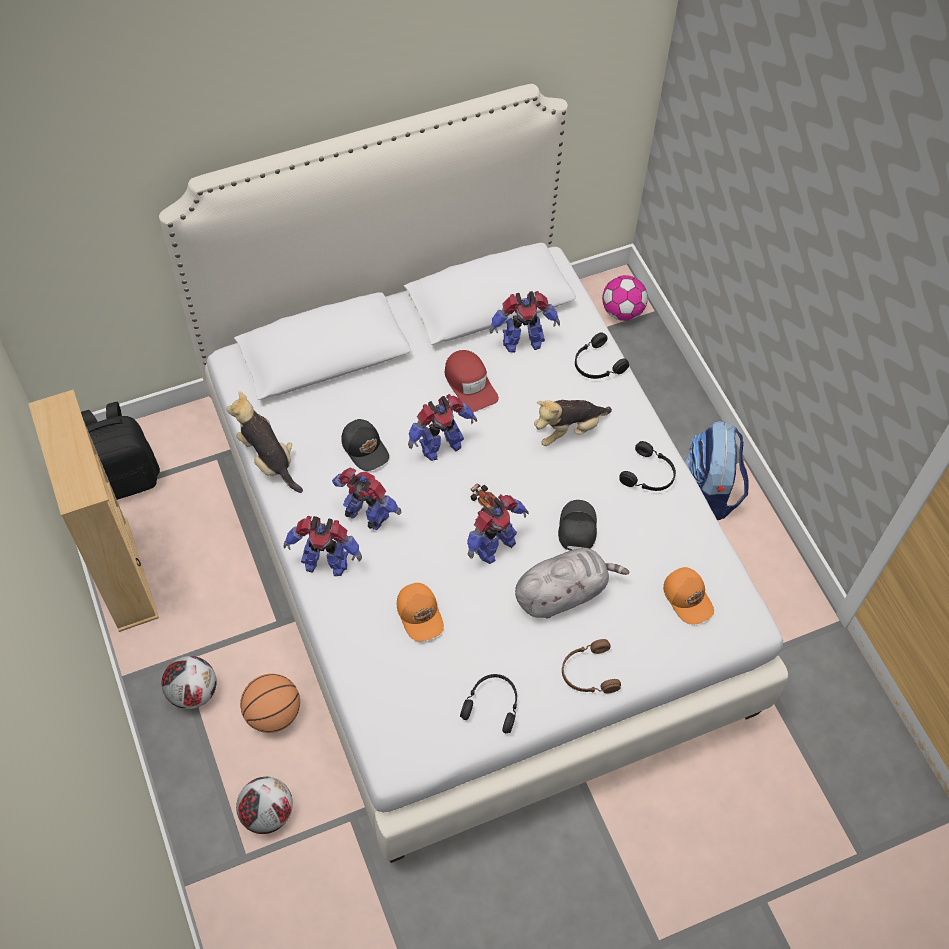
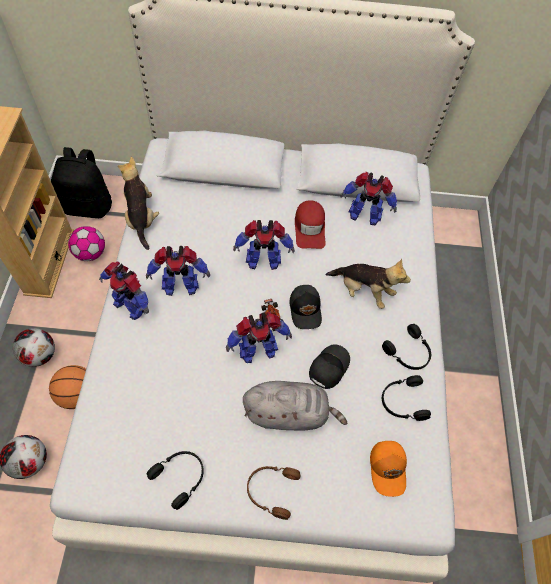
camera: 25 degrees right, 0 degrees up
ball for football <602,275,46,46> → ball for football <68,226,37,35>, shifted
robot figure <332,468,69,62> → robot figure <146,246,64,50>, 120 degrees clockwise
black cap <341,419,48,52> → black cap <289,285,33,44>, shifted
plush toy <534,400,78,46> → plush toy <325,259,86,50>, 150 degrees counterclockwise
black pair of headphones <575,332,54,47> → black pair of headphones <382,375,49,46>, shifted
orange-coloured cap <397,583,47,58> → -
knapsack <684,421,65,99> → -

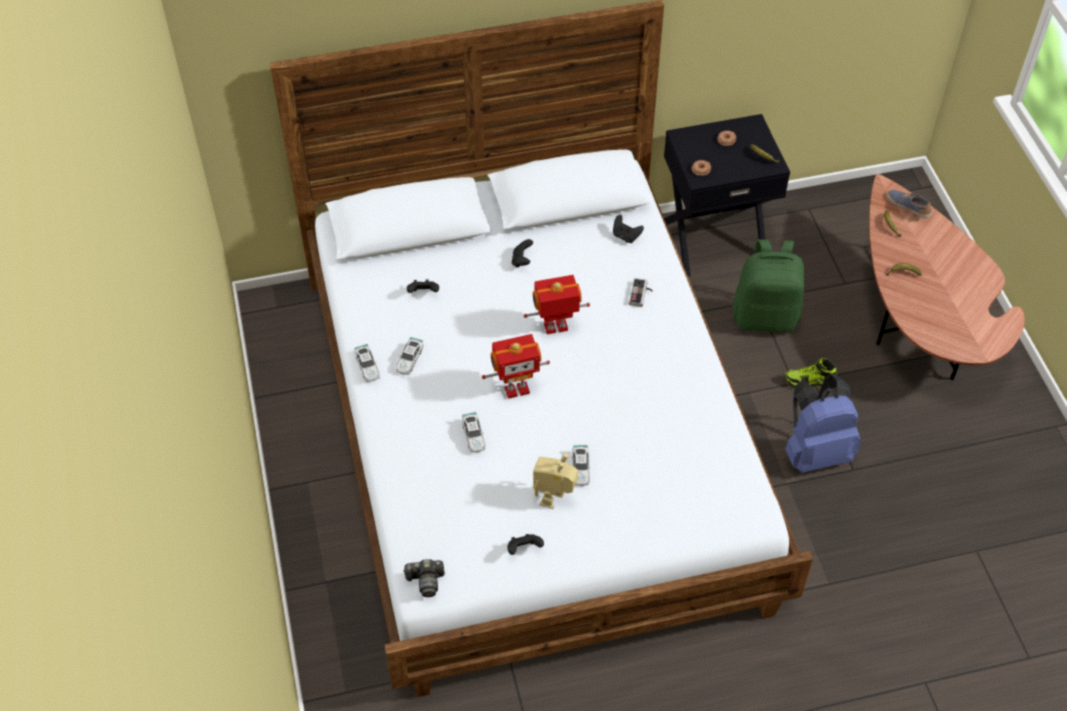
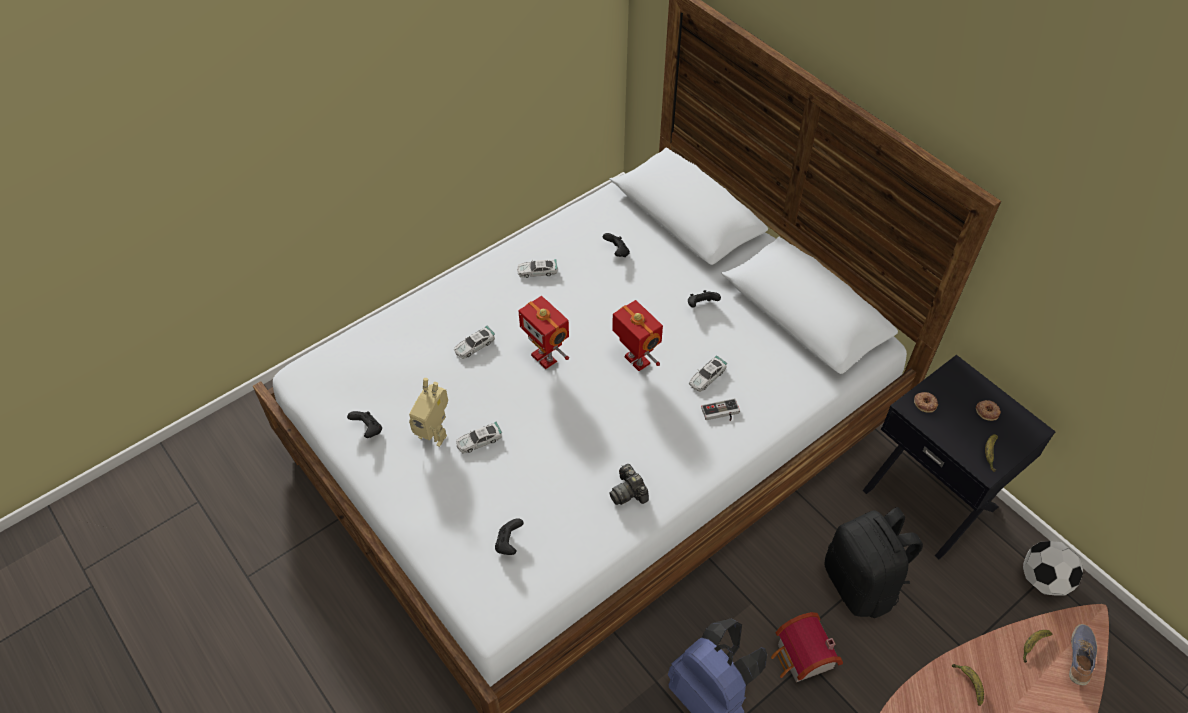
camera: 65 degrees right, 0 degrees up
robot figure <533,453,45,56> → robot figure <409,378,39,69>, 150 degrees counterclockwise
black gamepad <613,215,31,28> → black gamepad <495,518,29,37>, shifted
still camera <403,559,42,38> → still camera <609,464,40,41>, shifted
toy car <354,344,26,38> → toy car <689,355,38,37>, shifted
low shoe <784,358,53,31> → miniature house <771,612,72,70>
green knapsack <733,239,71,93> → black knapsack <824,507,99,111>
- → ball for football <1023,541,60,54>

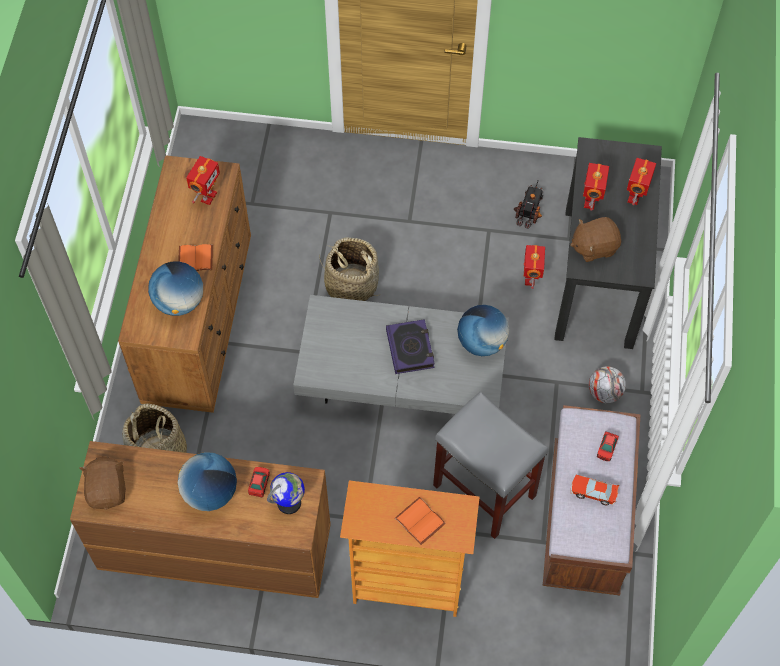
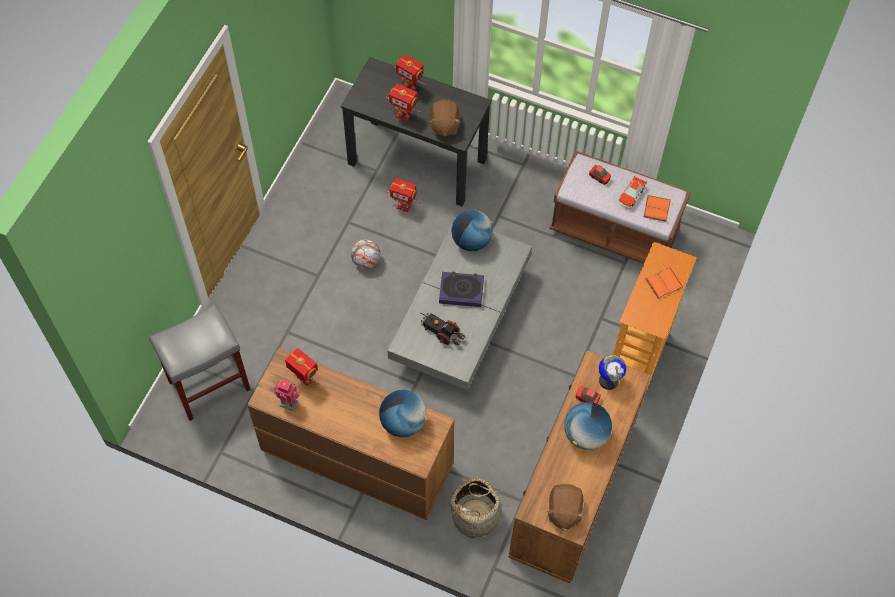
camera: 75 degrees left, 0 degrees up
greyish sitting stool <433,391,116,148> → greyish sitting stool <149,305,102,116>, shifted
- → robot figure <274,379,26,32>
ball for football <589,366,37,37> → ball for football <351,239,30,30>, shifted
toy truck <514,180,30,49> → toy truck <421,313,44,32>, shifted
brown-coloured plush toy <79,456,47,54> → brown-coloured plush toy <547,484,37,47>, 90 degrees counterclockwise
orange-coloured volume <178,244,35,27> → orange-coloured volume <643,195,28,27>, shifted
basket <319,237,61,64> → -

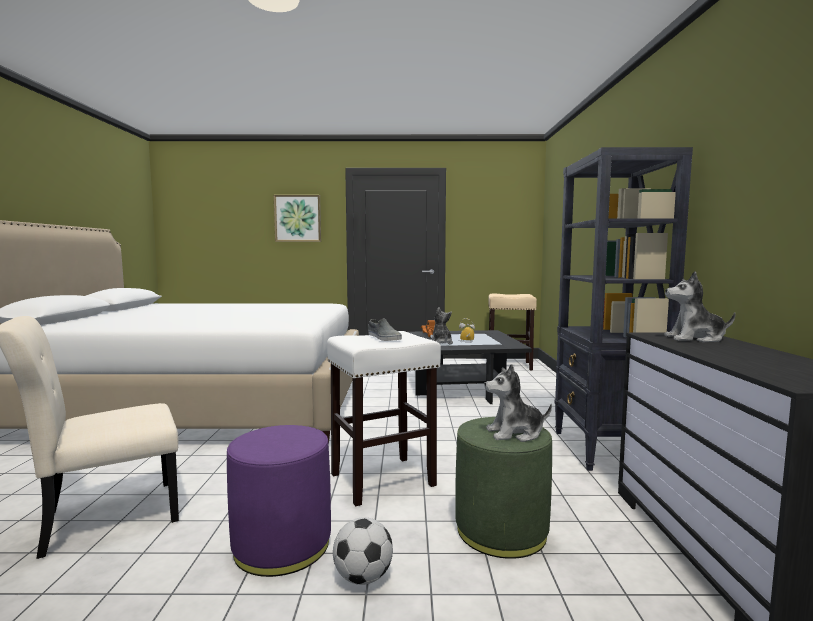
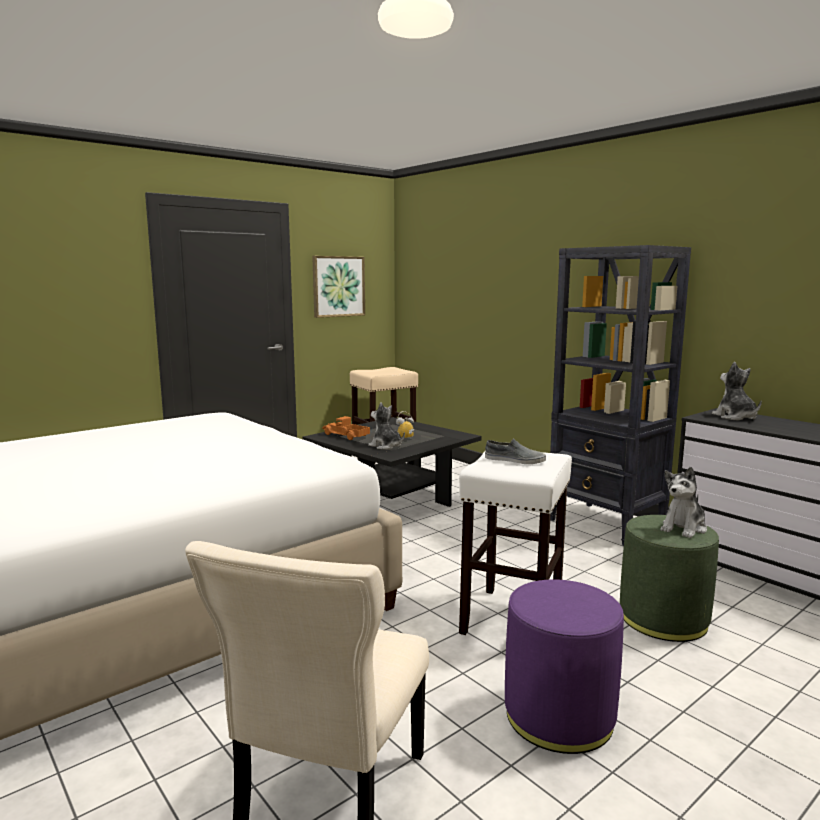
camera: 40 degrees left, 5 degrees up
wall picture <274,195,47,47> → wall picture <312,256,53,62>, shifted
plush toy <664,271,72,72> → plush toy <712,362,50,59>, 105 degrees clockwise
ball for football <333,517,60,68> → -

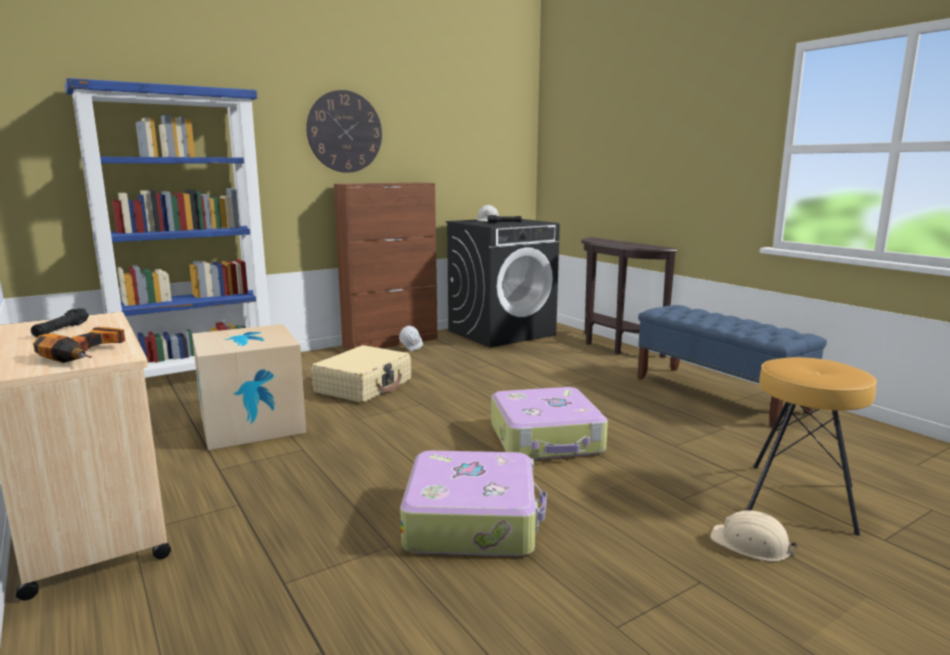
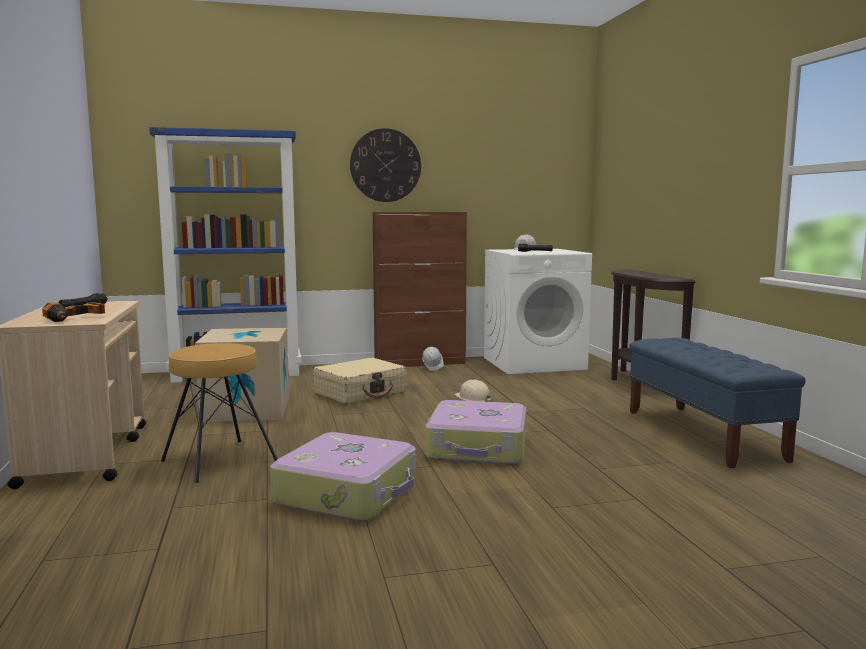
camera: 20 degrees right, 5 degrees down
brown-coloured sitting stool <746,357,131,179> → brown-coloured sitting stool <161,343,117,140>, shifted
beige work helmet <710,510,88,52> → beige work helmet <454,380,38,22>, shifted
black washing machine <446,219,114,129> → white washing machine <484,249,108,125>

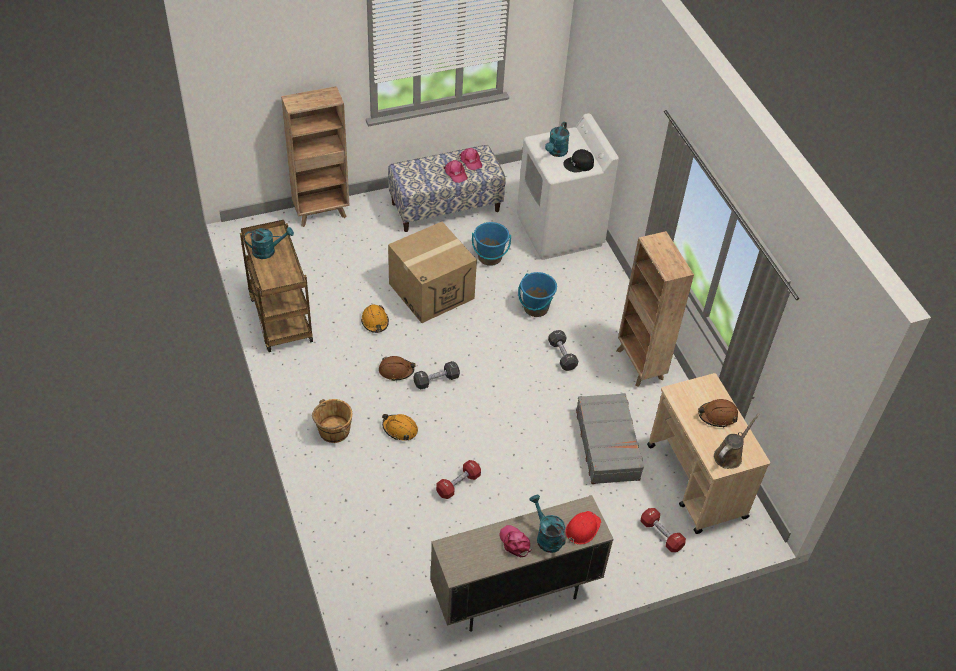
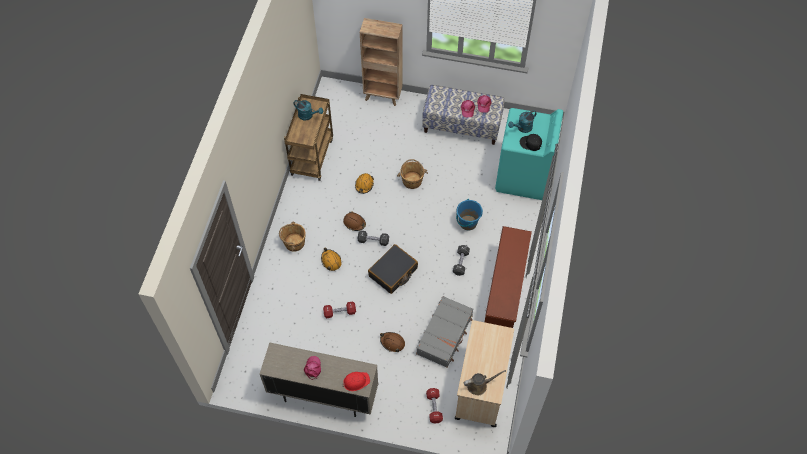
camera: 35 degrees right, 10 degrees up
- → black travel case <368,244,50,50>
brown-coloured work helmet <698,399,40,29> → brown-coloured work helmet <380,332,25,20>, shifted
cardboard box <388,222,89,101> → brown-coloured water bucket <397,159,31,30>
brown-coloured bookcase <616,231,78,156> → brown-coloured shoe stand <485,226,47,102>
white washing machine <517,113,102,147> → blue-green washing machine <495,108,68,92>
blue-coloured water bucket <472,222,39,44> → -
blue-green watering pot <530,495,36,58> → -

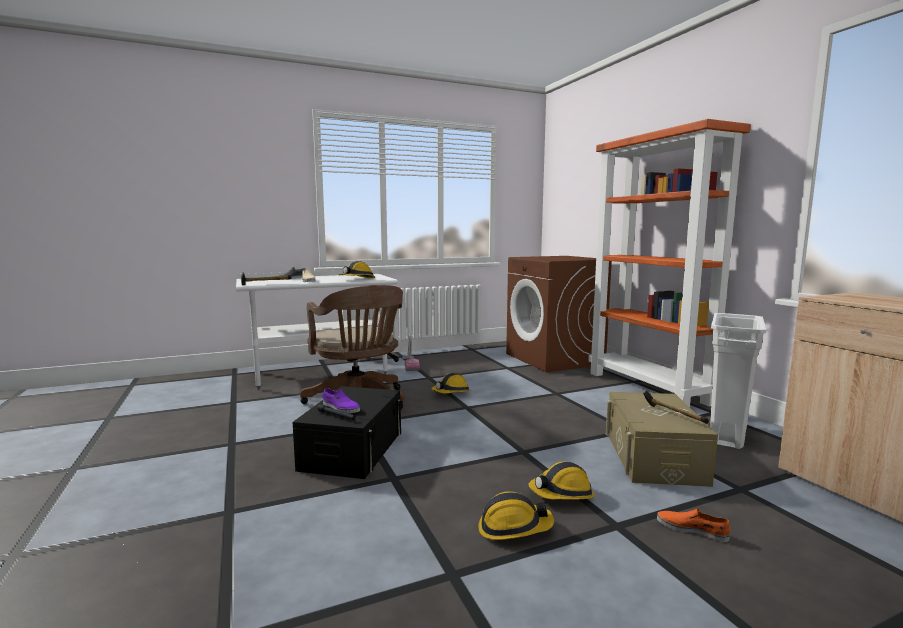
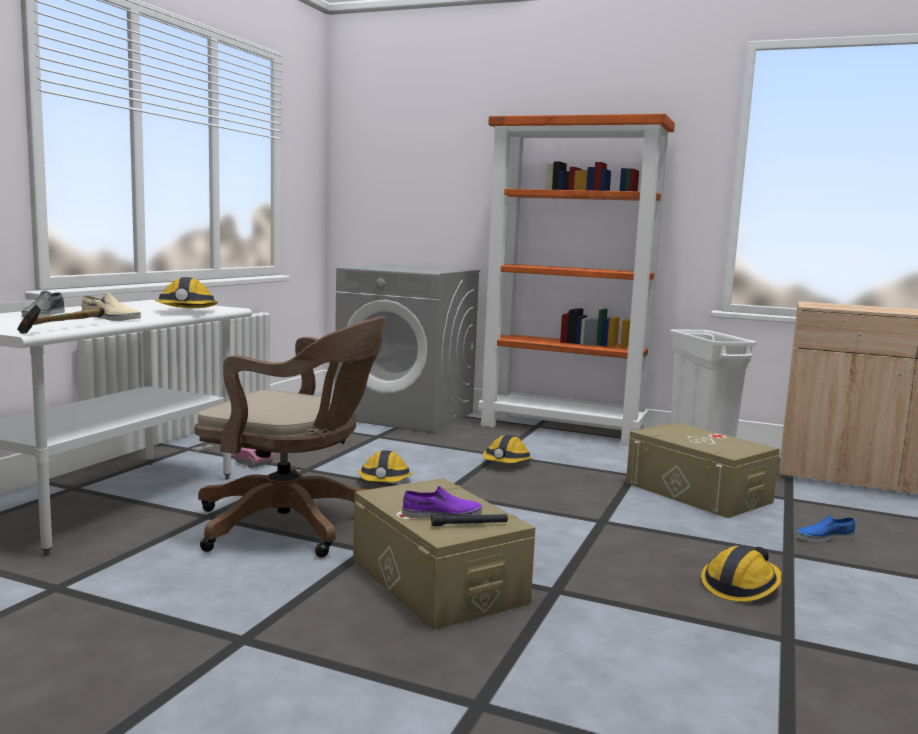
camera: 45 degrees left, 0 degrees up
brown-coloured washing machine <506,256,106,117> → greyish washing machine <335,264,145,169>
black storage bin <293,386,108,93> → beige storage bin <353,478,182,152>
work helmet <529,461,66,39> → work helmet <483,435,50,28>, shifted
orange-coloured low shoe <657,508,73,34> → blue-coloured low shoe <796,515,60,27>
hammer <643,390,66,34> → -

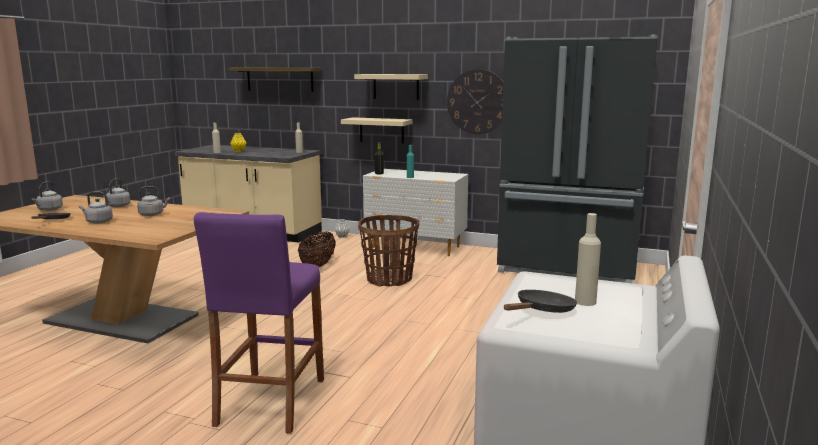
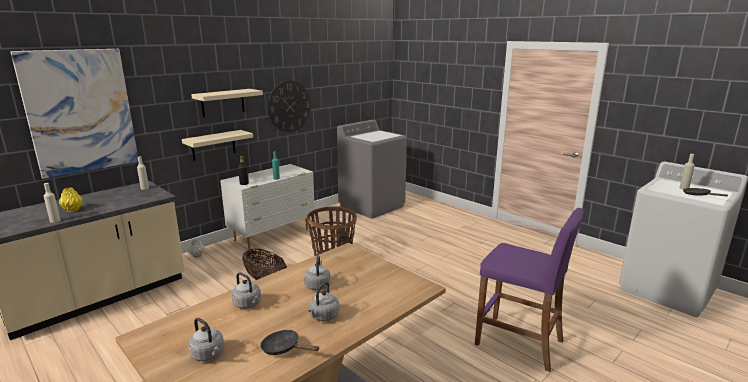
camera: 65 degrees left, 5 degrees up
wall shelf <229,68,92,24> → wall picture <10,49,128,130>
black refrigerator <497,35,161,248> → greyish washing machine <337,120,70,99>

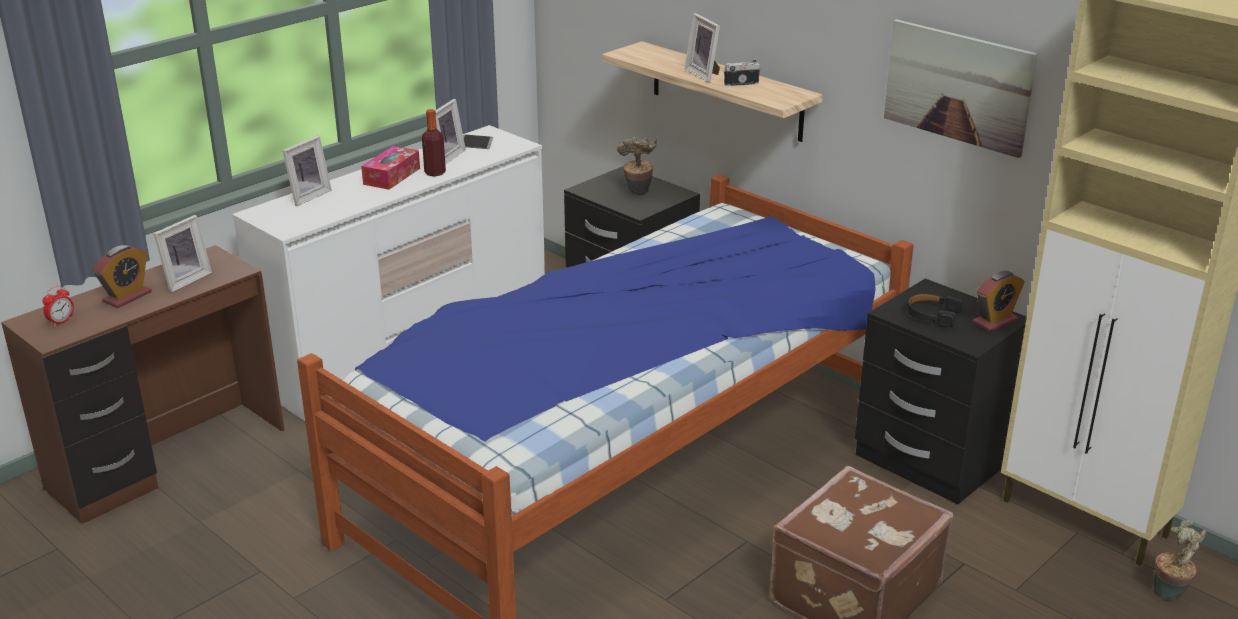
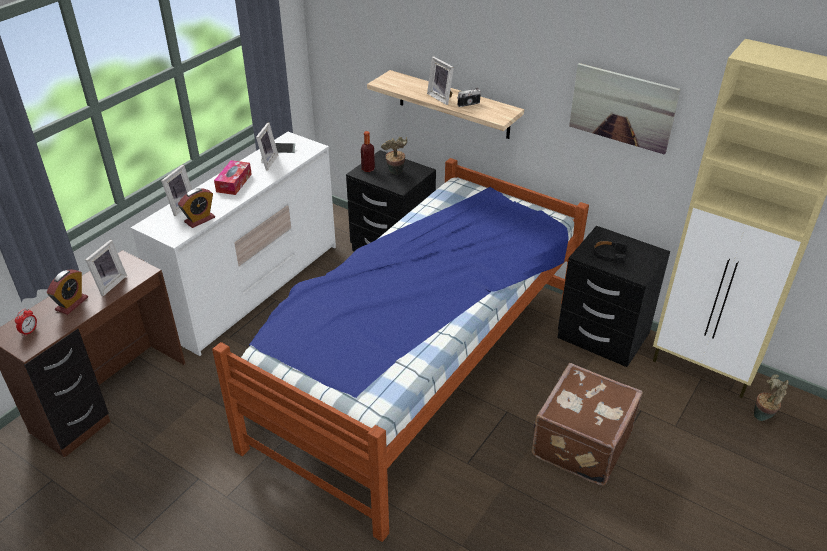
camera: 10 degrees left, 10 degrees up
alarm clock <973,271,52,61> → alarm clock <178,188,37,40>, shifted
beverage bottle <422,109,24,67> → beverage bottle <361,131,14,41>, shifted

